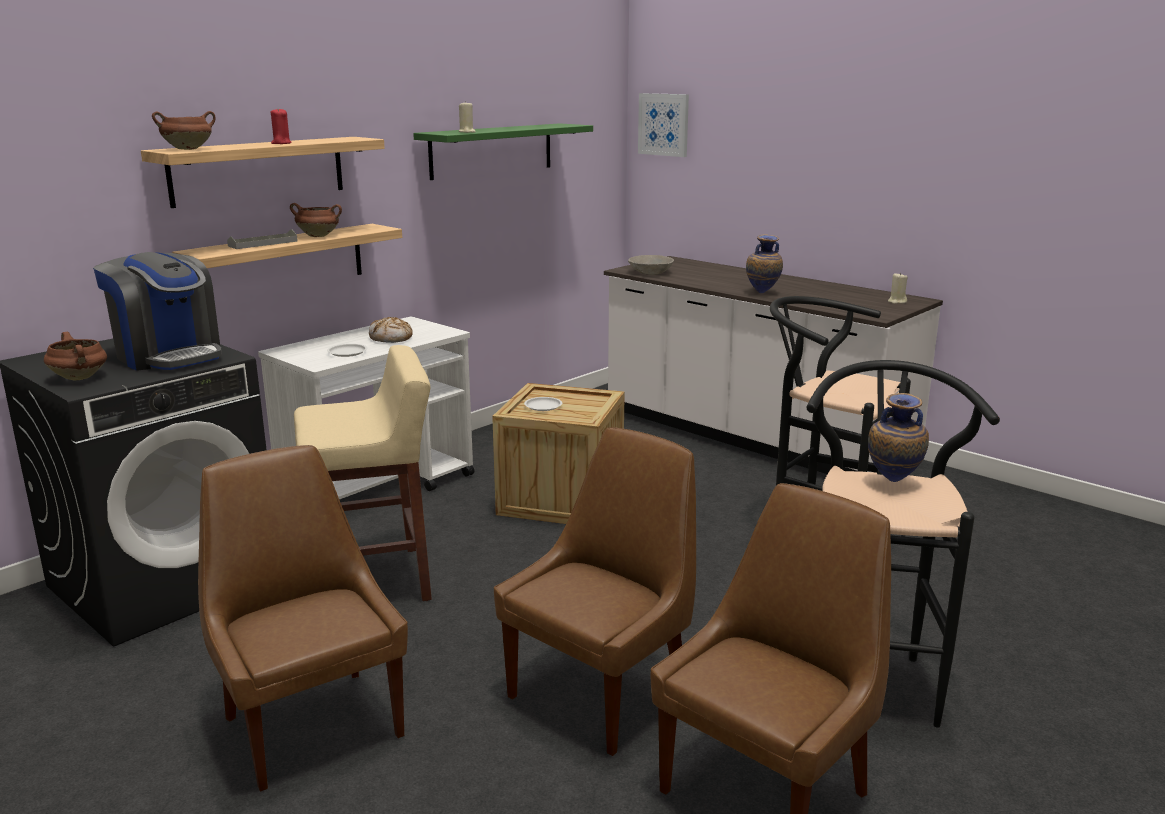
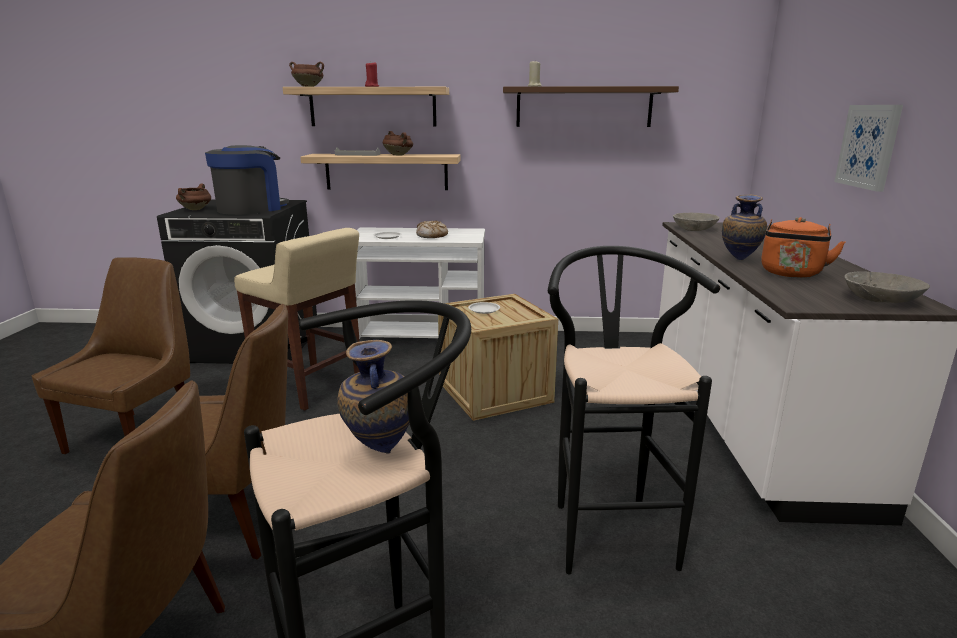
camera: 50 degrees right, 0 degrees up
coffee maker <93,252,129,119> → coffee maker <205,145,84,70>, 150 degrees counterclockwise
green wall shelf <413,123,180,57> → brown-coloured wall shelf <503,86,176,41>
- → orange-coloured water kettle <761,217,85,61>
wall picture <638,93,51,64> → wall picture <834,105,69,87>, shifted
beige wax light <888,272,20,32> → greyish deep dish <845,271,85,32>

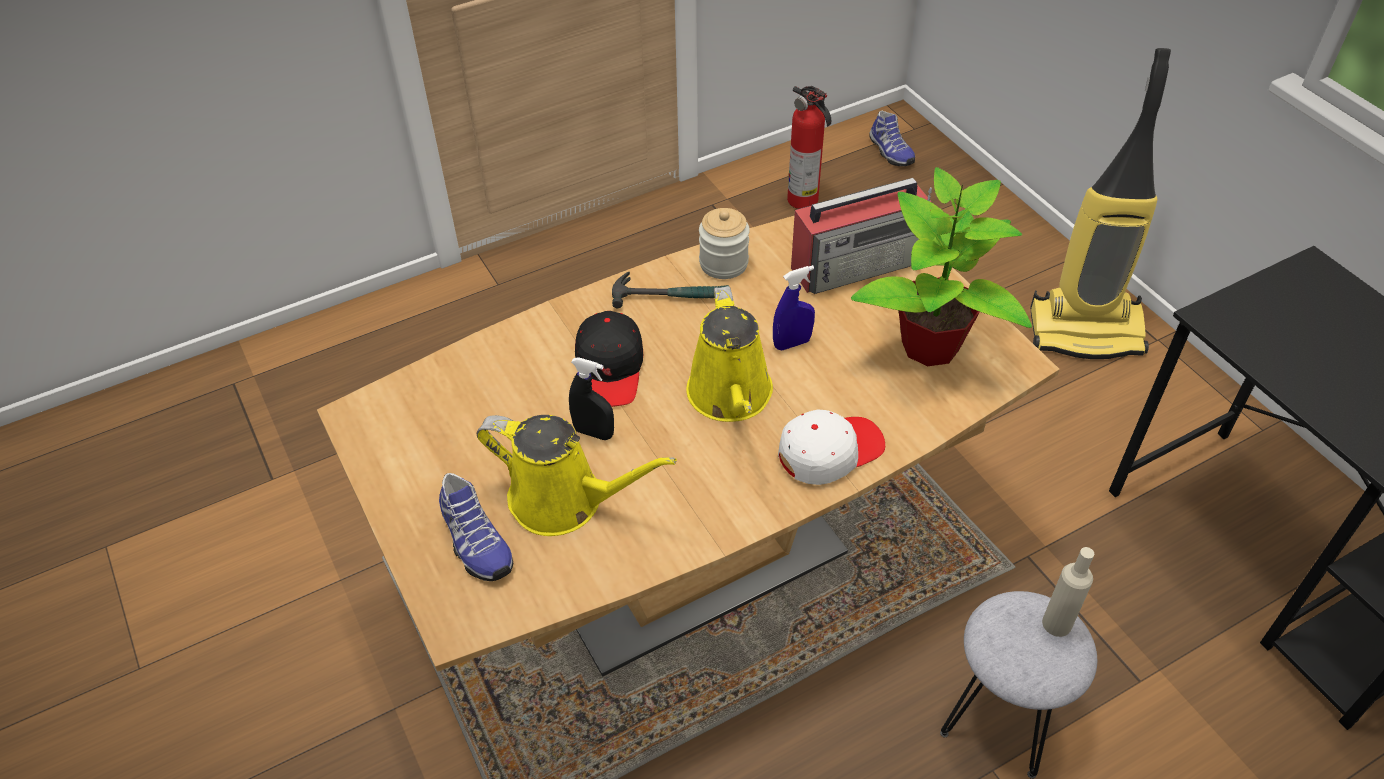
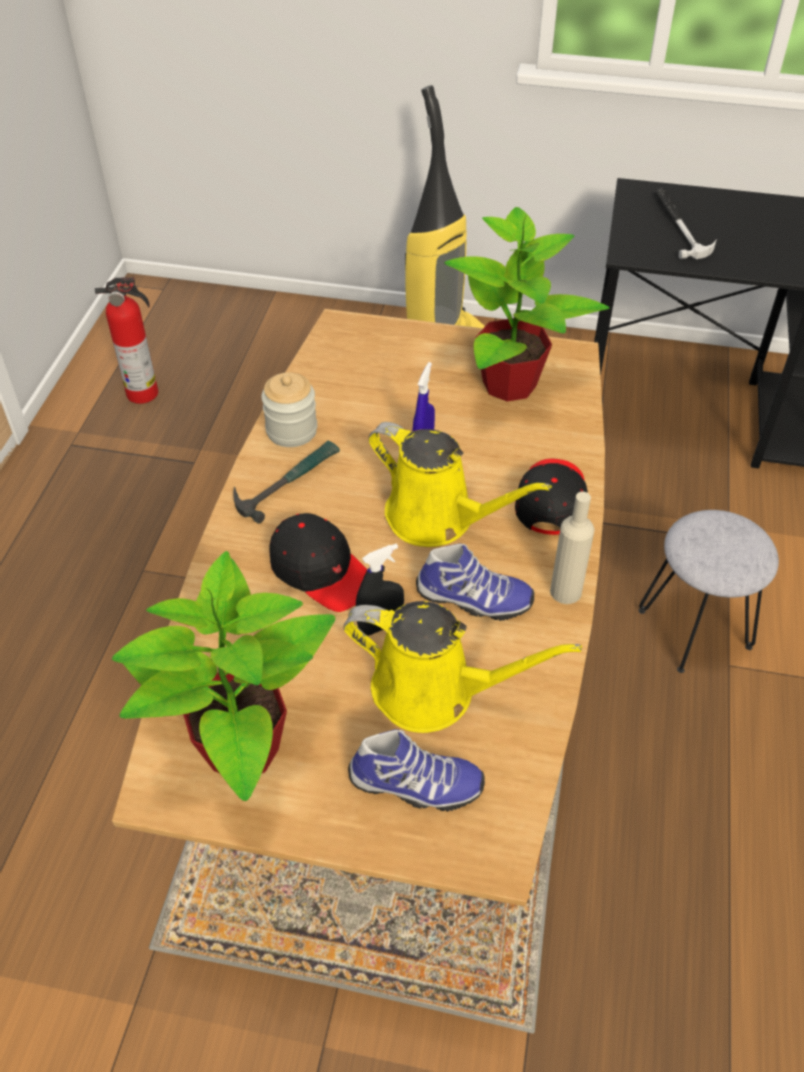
camera: 50 degrees left, 0 degrees up
- → houseplant <112,551,223,250>
yellow watering pot <477,415,200,121> → yellow watering pot <343,601,239,132>, 45 degrees clockwise
low shoe <869,111,46,55> → low shoe <416,543,118,78>, shifted
white cap <778,410,107,75> → black cap <515,459,73,76>
beige beverage bottle <1042,547,52,90> → beige beverage bottle <550,492,45,112>, shifted
- → hammer <655,189,61,70>
radio <791,178,141,116> → -

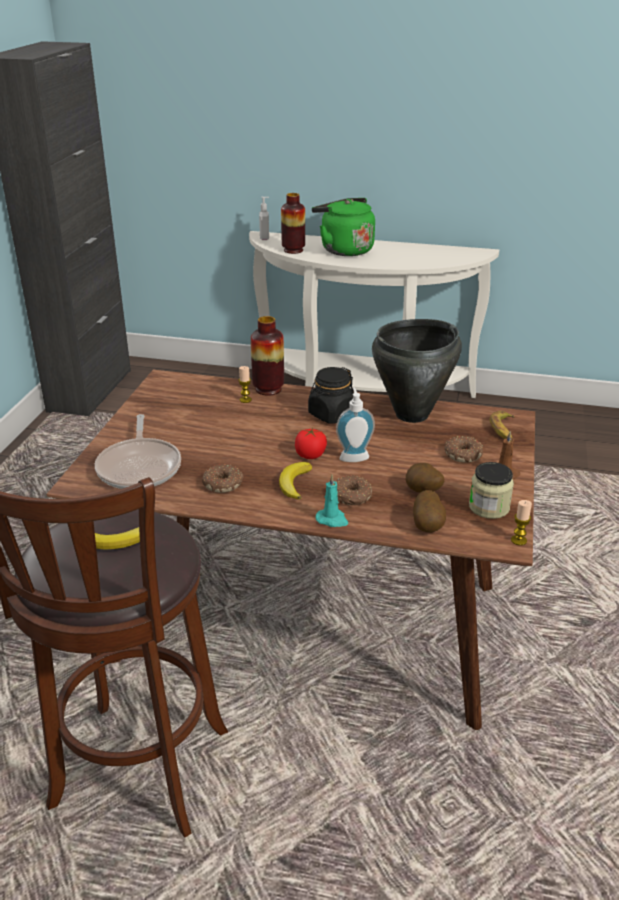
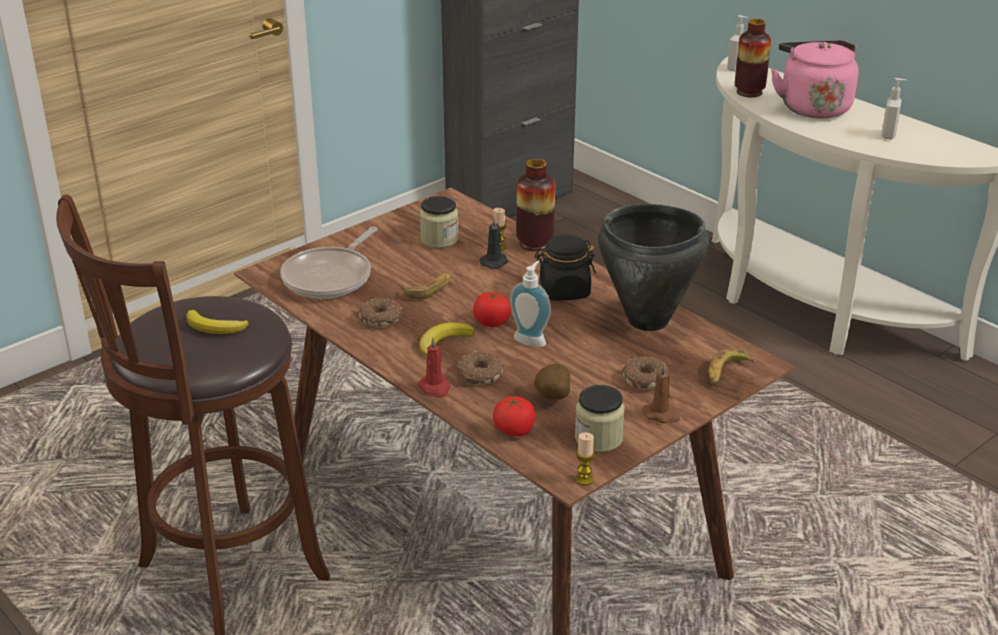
camera: 35 degrees right, 0 degrees up
- → whole banana <401,273,50,27>
blue-green wax light <316,475,32,52> → reddish wax light <417,337,33,61>
- → preserve jar <420,196,39,52>
- → black wax light <479,217,29,52>
whole potato <413,490,33,42> → whole tomato <493,396,42,41>
green water kettle <312,198,63,58> → pink water kettle <771,40,88,79>
- → soap dispenser <881,78,26,62>

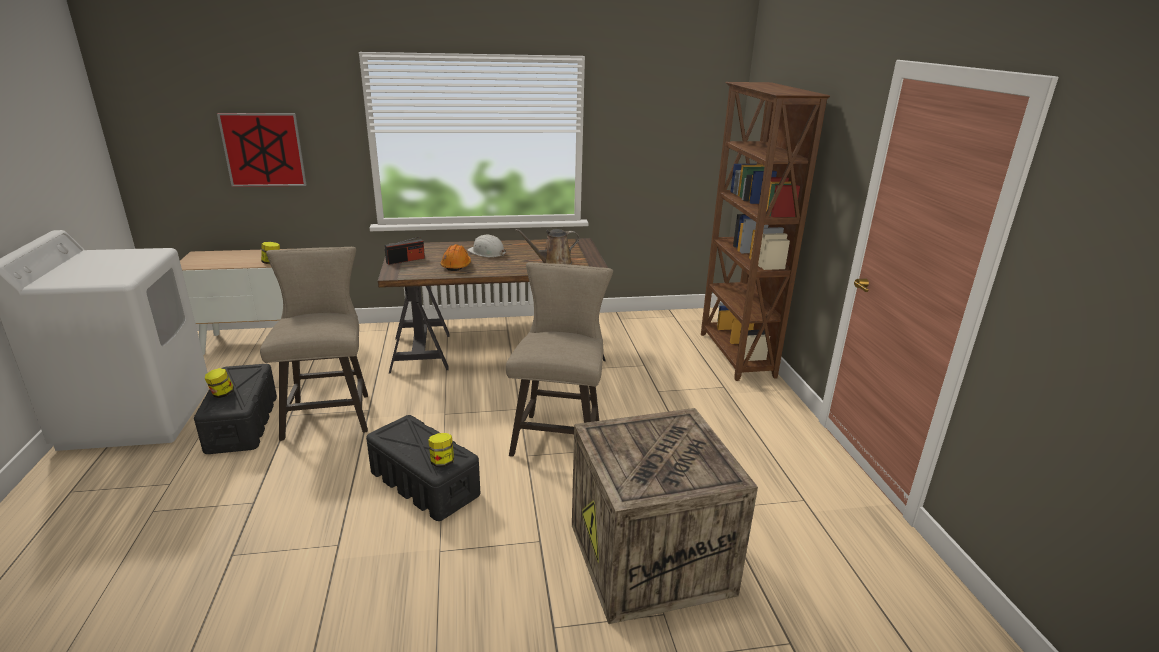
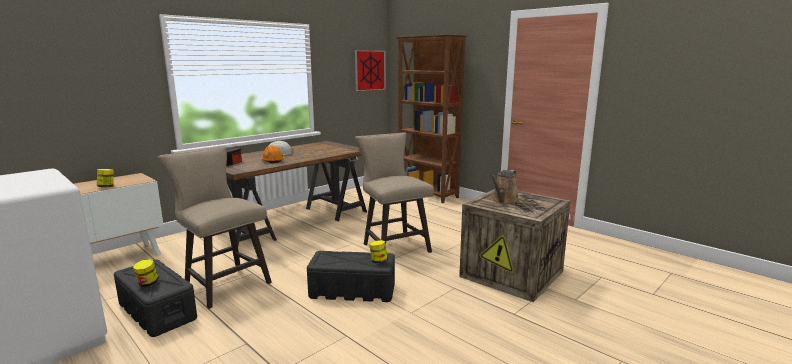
camera: 35 degrees left, 10 degrees down
wall picture <217,113,89,74> → wall picture <355,50,31,41>, shifted
brown-coloured watering pot <515,229,64,36> → brown-coloured watering pot <490,170,29,35>, shifted

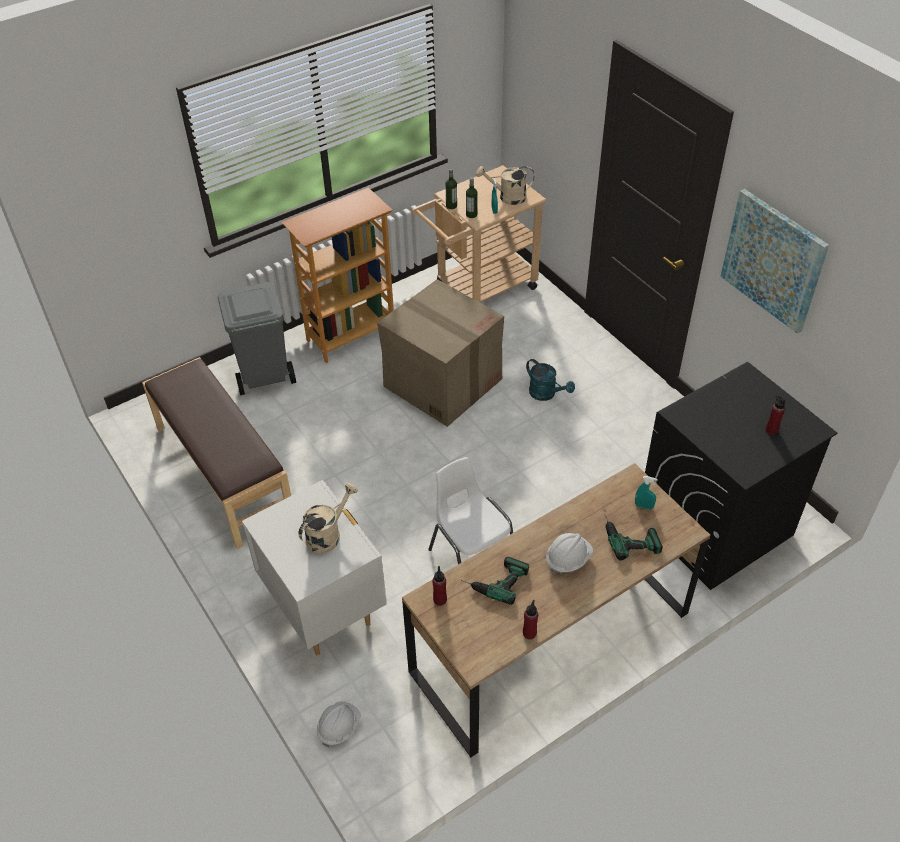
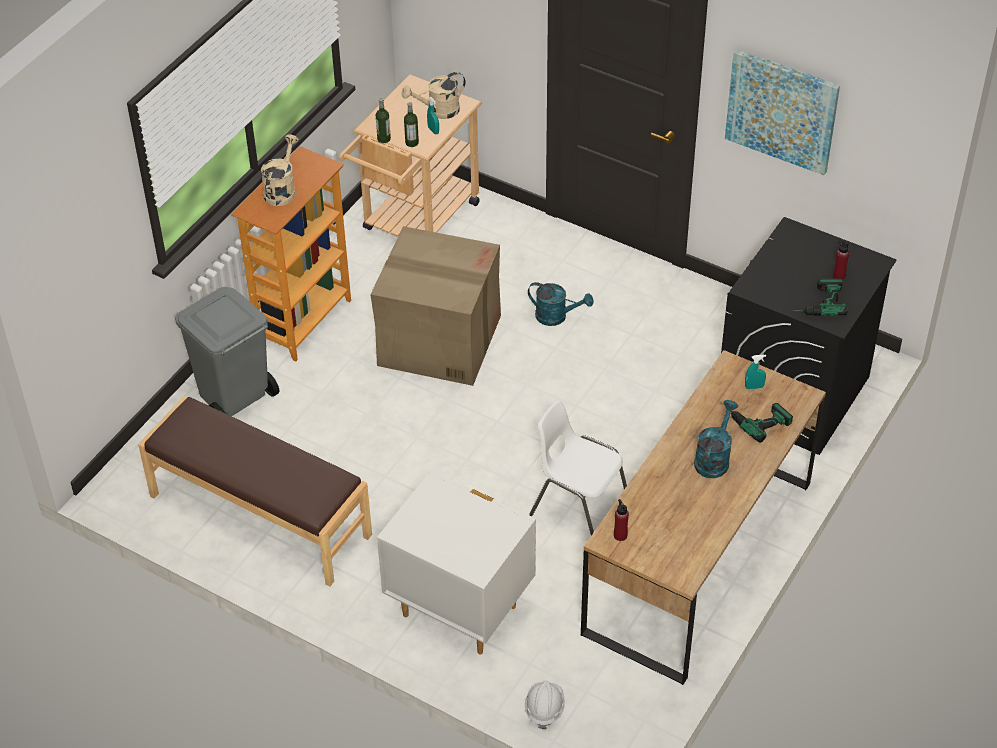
camera: 25 degrees left, 0 degrees up
beige watering pot <298,483,60,71> → beige watering pot <261,134,38,72>, shifted
white work helmet <546,533,47,41> → blue-green watering pot <694,400,44,78>
power drill <461,557,68,48> → power drill <795,278,53,38>, shifted
reddish beverage bottle <523,600,15,39> → -

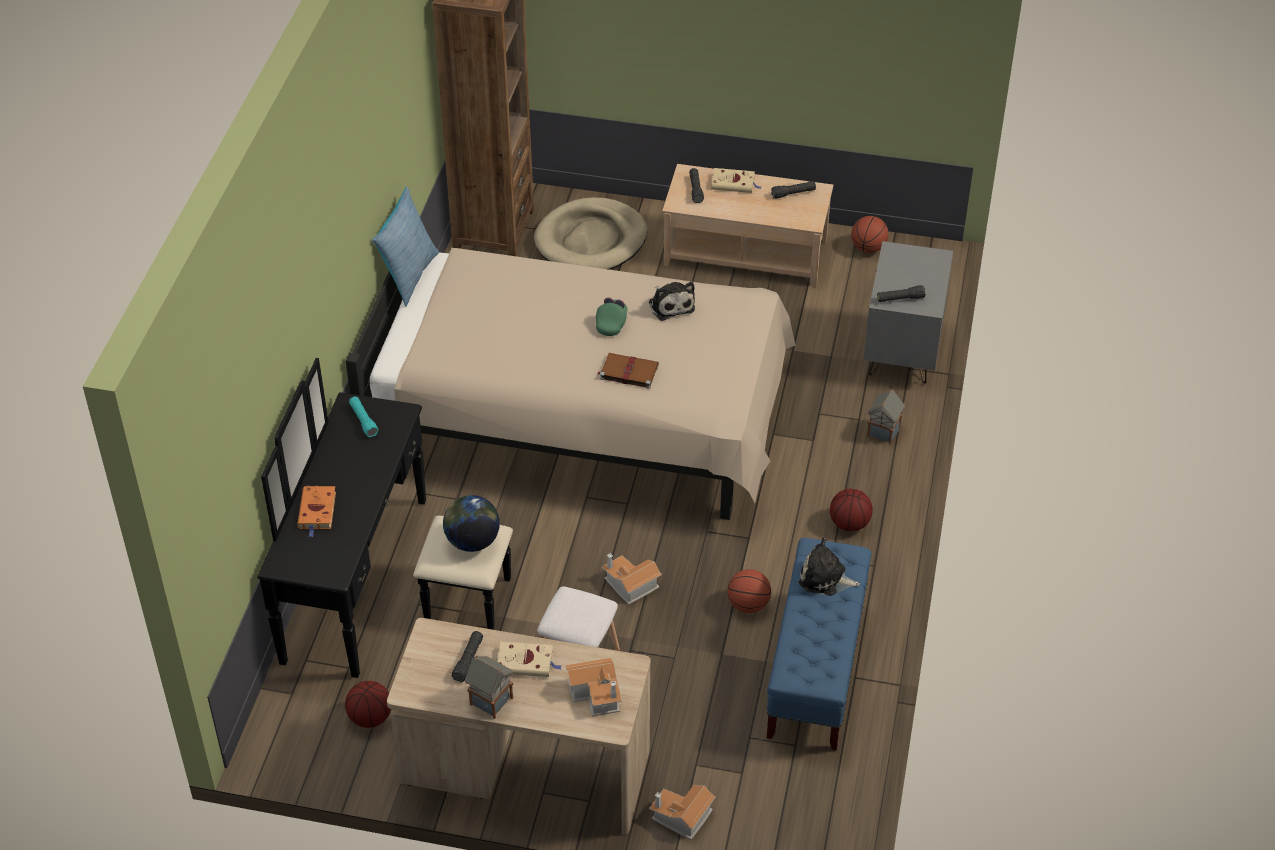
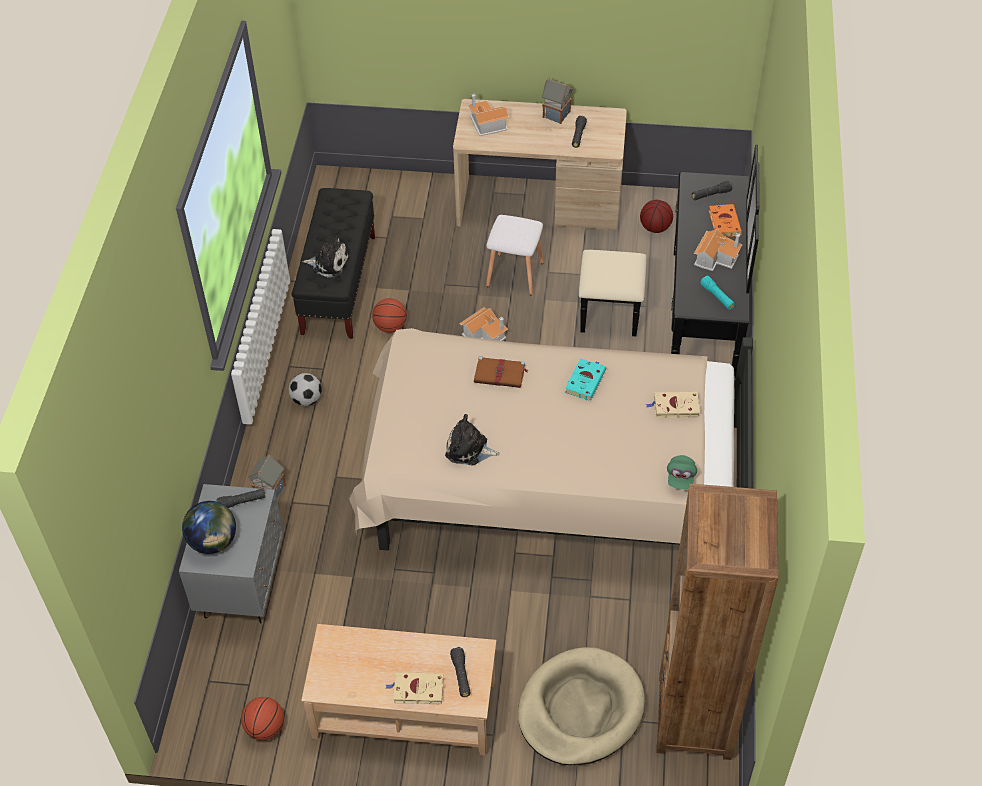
camera: 175 degrees right, 5 degrees up
world globe <443,495,57,57> → world globe <182,501,54,53>, shifted
basketball <830,489,43,42> → ball for football <289,373,33,33>
blue-coloured long seat <766,538,106,213> → black long seat <292,188,83,151>
plush toy <649,282,46,39> → plush toy <445,414,55,52>, 45 degrees counterclockwise
- → blue-green volume <565,358,41,43>
beige volume <497,642,65,35> → beige volume <646,392,54,26>, shifted
green cap <596,297,31,39> → green cap <667,455,30,34>, shifted
black torch <771,181,45,18> → black torch <692,181,40,19>, shifted
miniature house <649,785,67,55> → miniature house <694,229,48,42>, shifted
cushion <372,187,67,120> → -

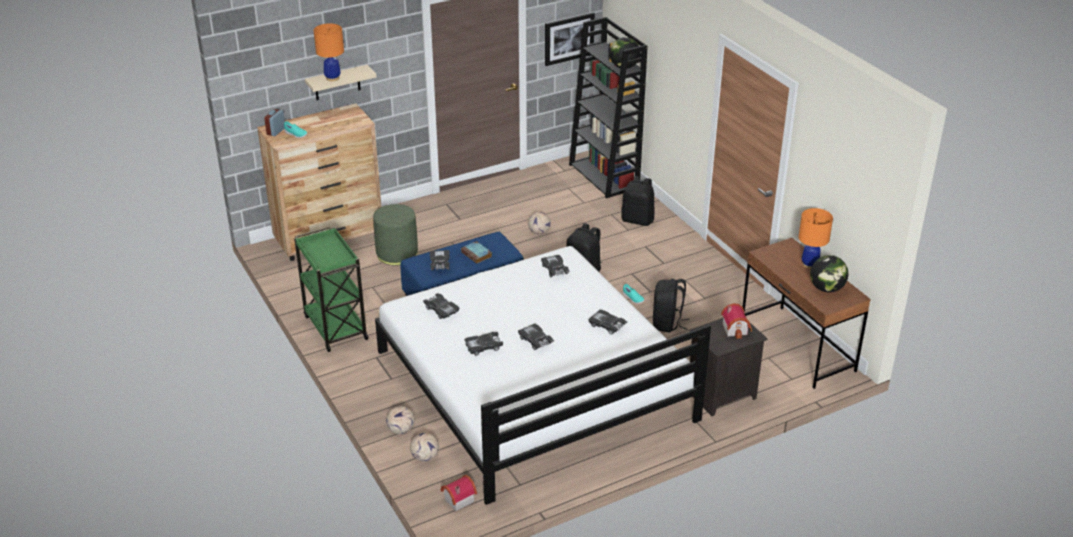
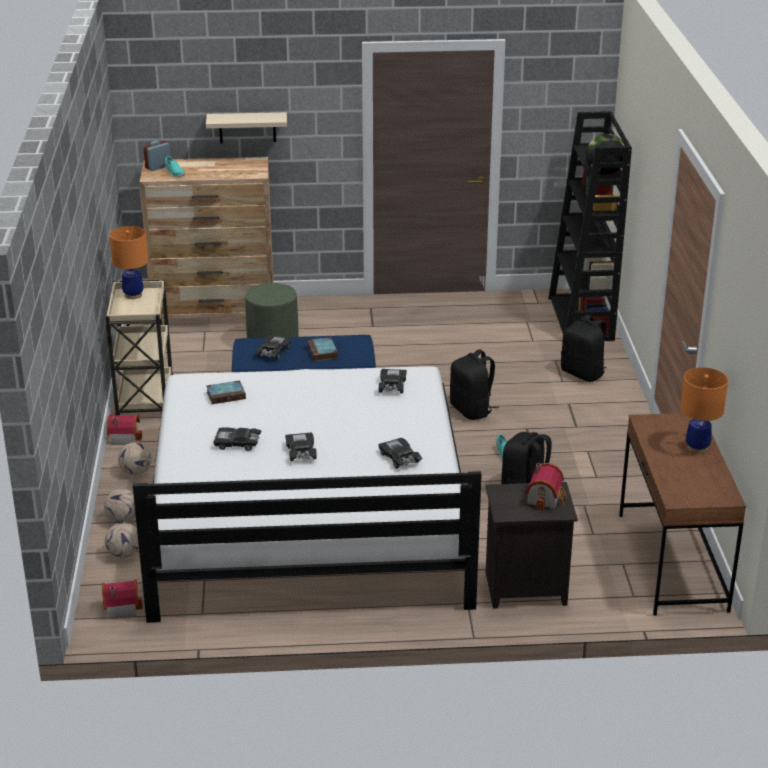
camera: 25 degrees right, 5 degrees down
green trolley <294,226,74,126> → beige trolley <105,279,68,136>
- → miniature house <107,414,35,31>
orange-coloured lamp for a table <314,23,30,58> → orange-coloured lamp for a table <109,226,39,73>, shifted
ball for football <528,212,23,23> → ball for football <118,442,34,33>, shifted
black toy car <423,293,36,26> → volume <207,380,39,24>
wall picture <545,12,50,54> → -
world globe <810,255,38,37> → -

